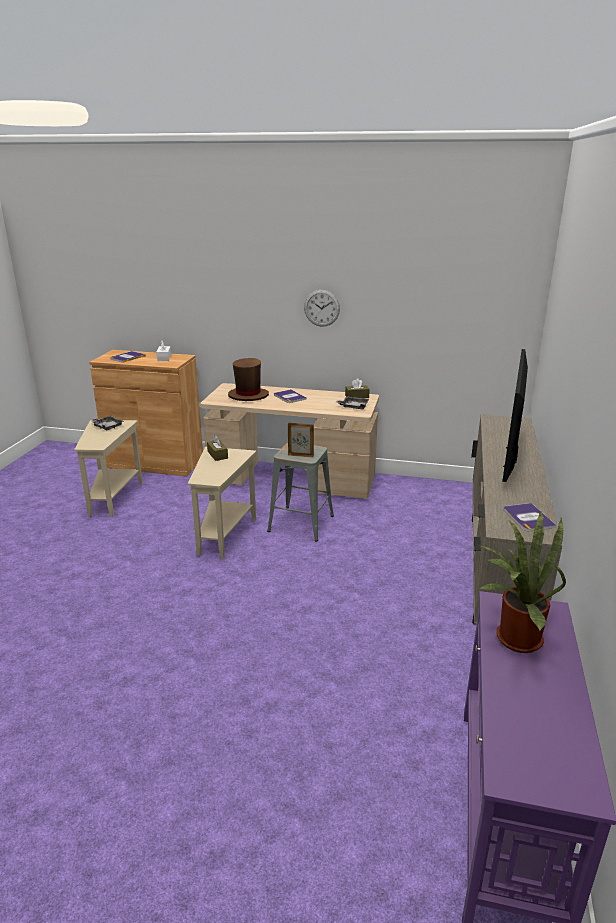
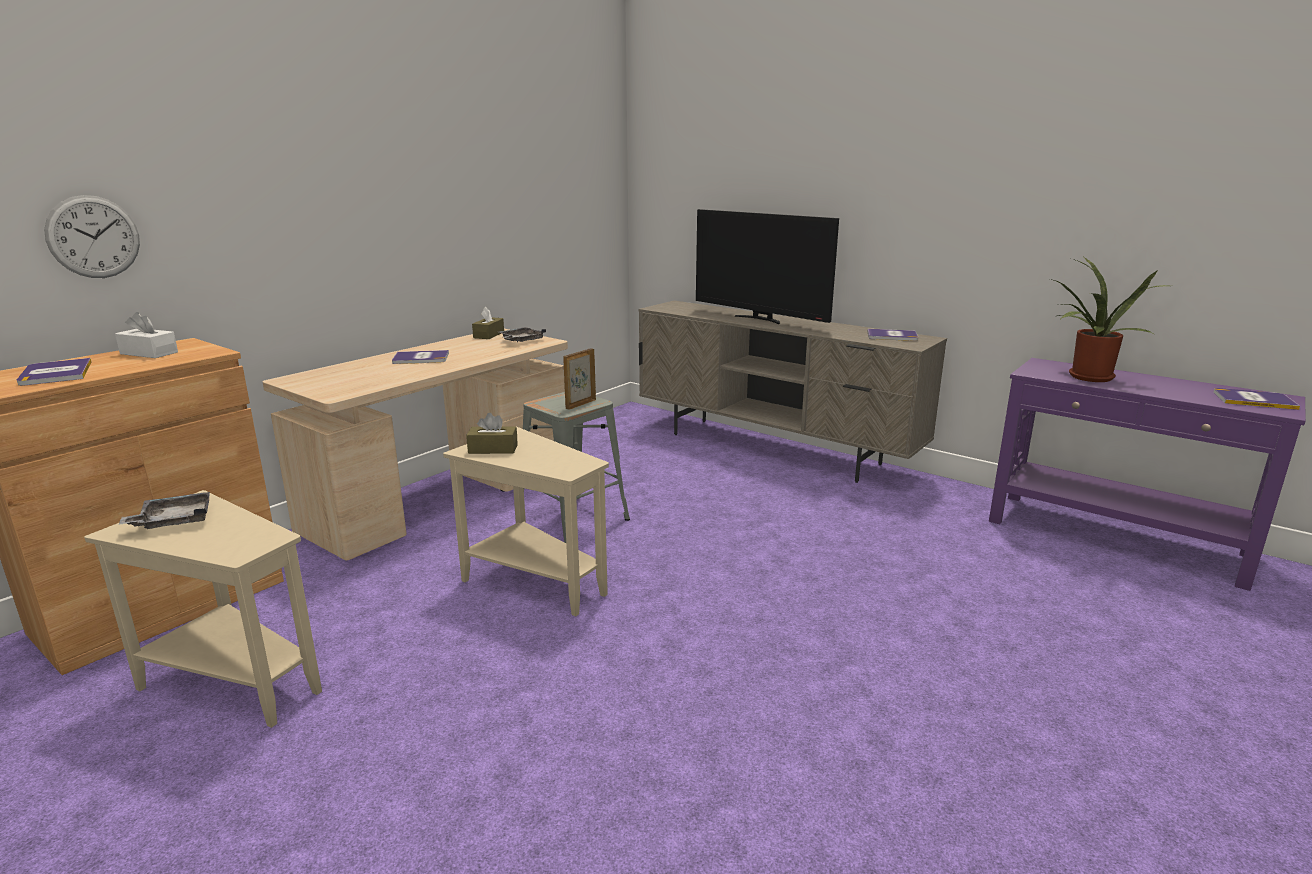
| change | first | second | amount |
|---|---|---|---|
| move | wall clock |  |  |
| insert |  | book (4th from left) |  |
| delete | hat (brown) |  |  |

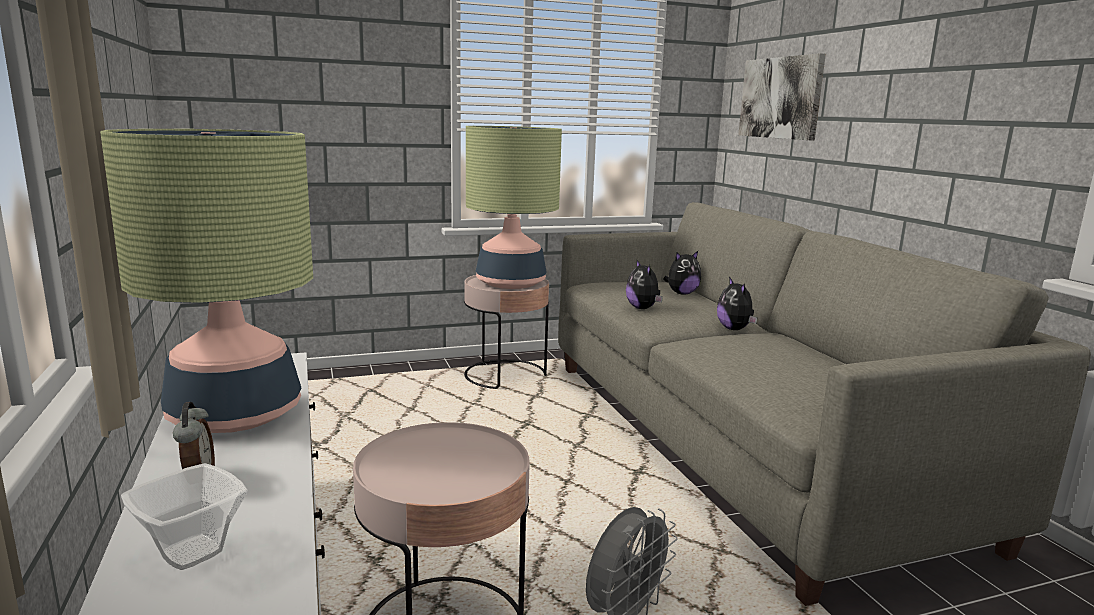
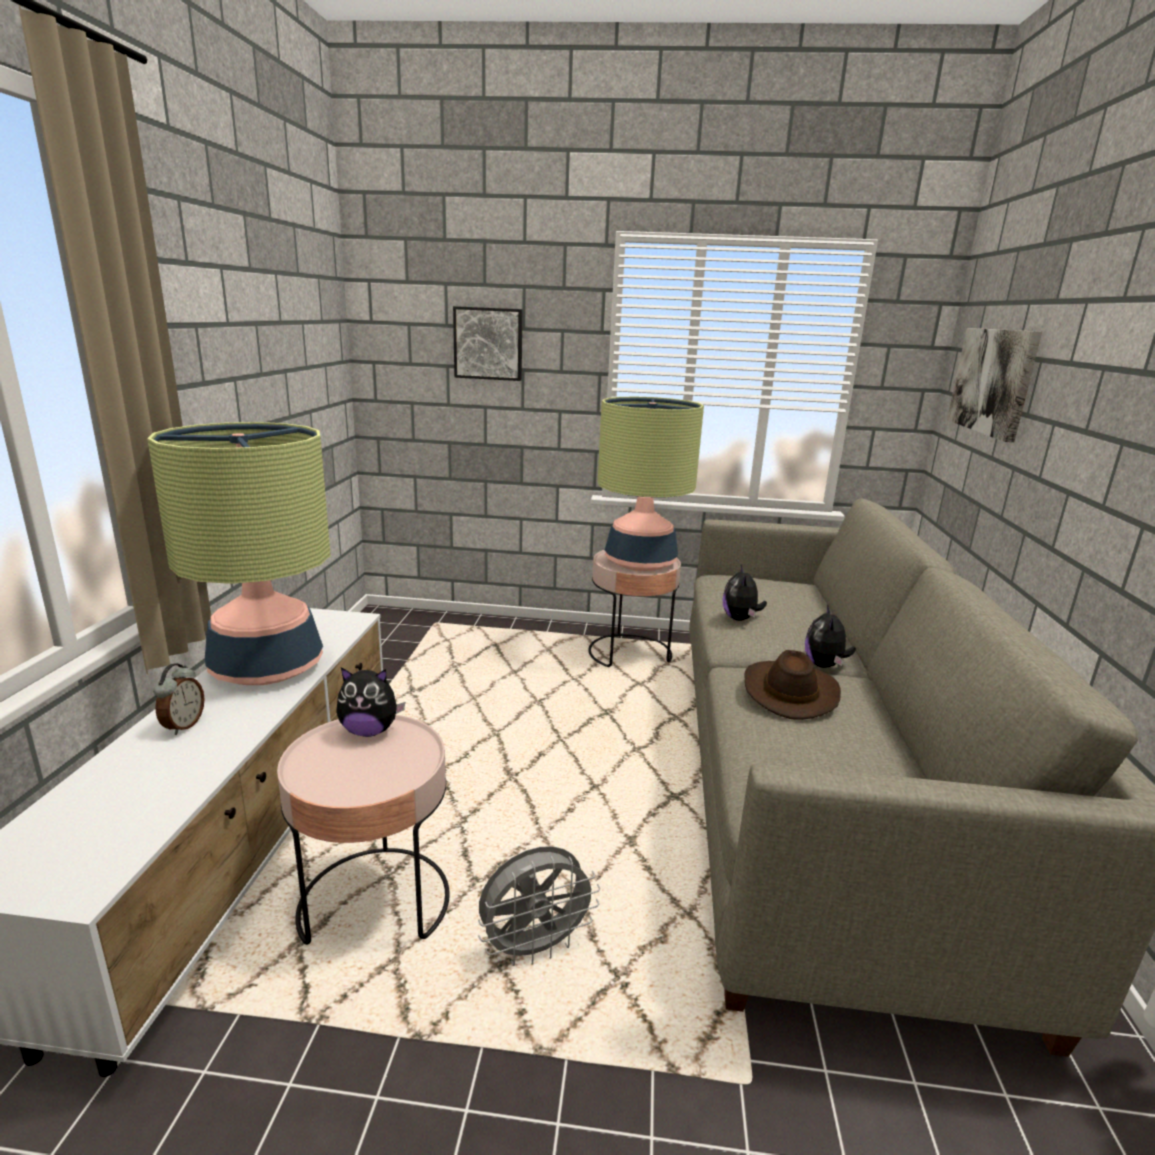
| change | first | second | amount |
|---|---|---|---|
| move | plush toy (2nd from left in the first image) | plush toy (1st from left) |  |
| insert |  | picture (1st from left) |  |
| insert |  | hat (brown) |  |
| delete | bowl |  |  |

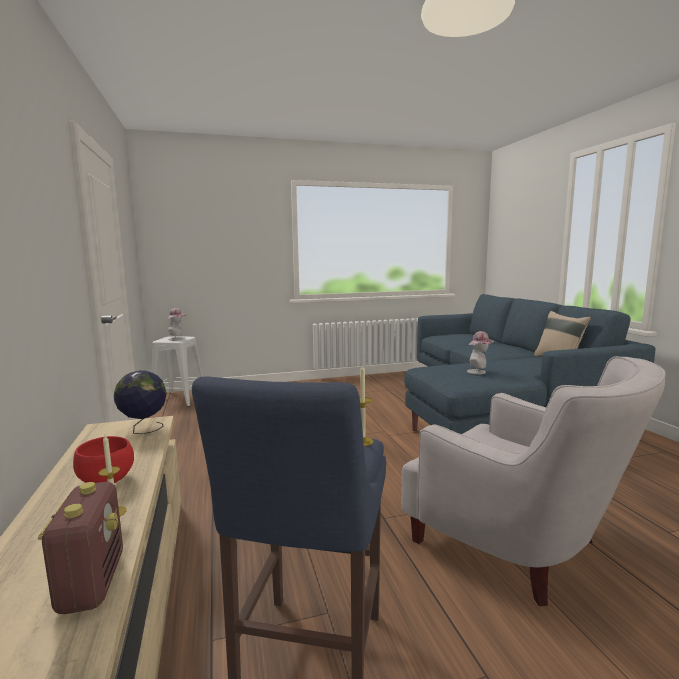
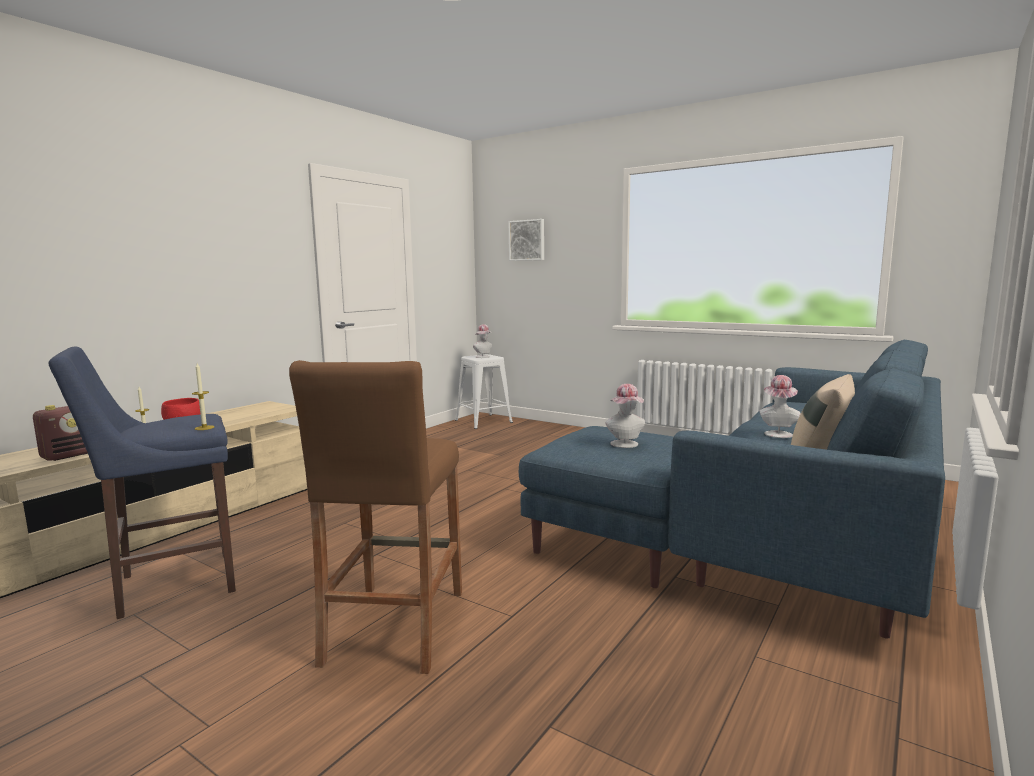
| change | first | second | amount |
|---|---|---|---|
| replace | armchair (white) | stool (brown) |  |
| insert |  | picture |  |
| insert |  | hat (3rd from left) |  |
| delete | globe |  |  |

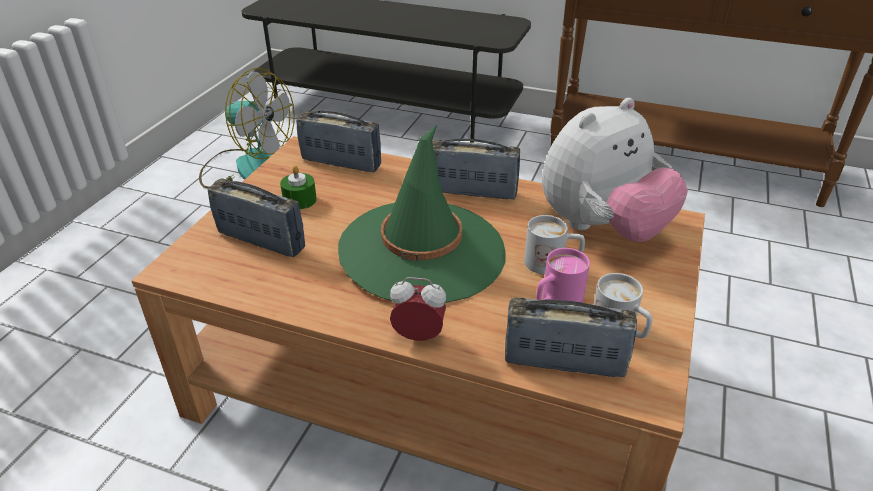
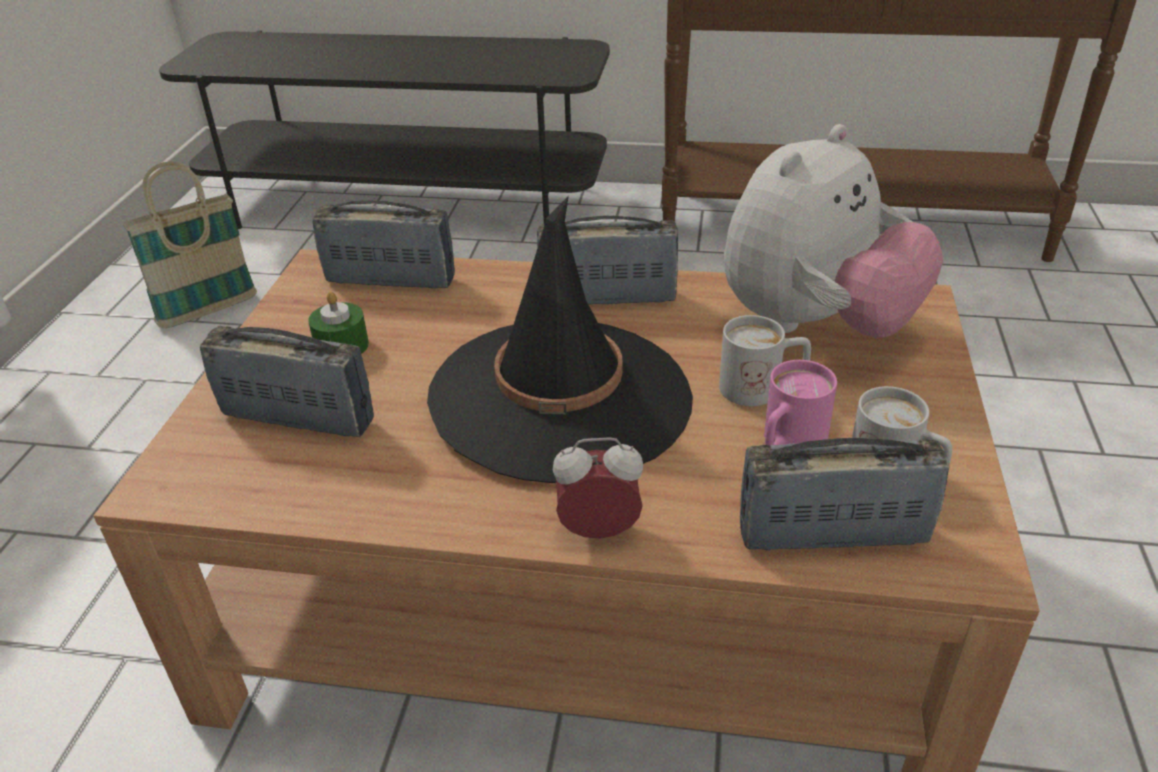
| change | first | second | amount |
|---|---|---|---|
| replace | fan | basket |  |
| recolor | hat (green) | hat (black) |  |

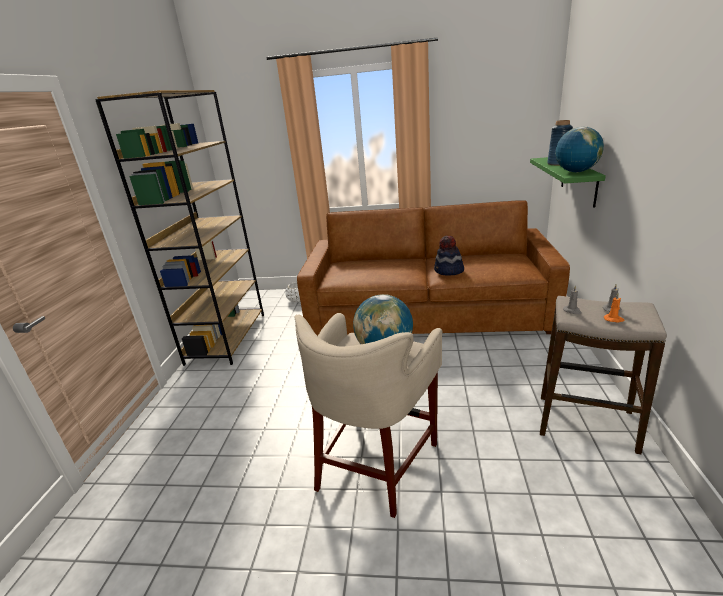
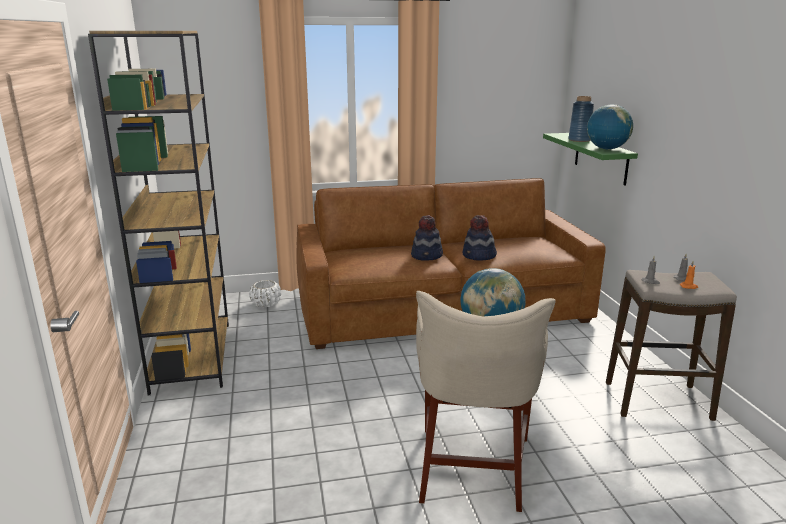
| change | first | second | amount |
|---|---|---|---|
| insert |  | hat (1st from left) |  |

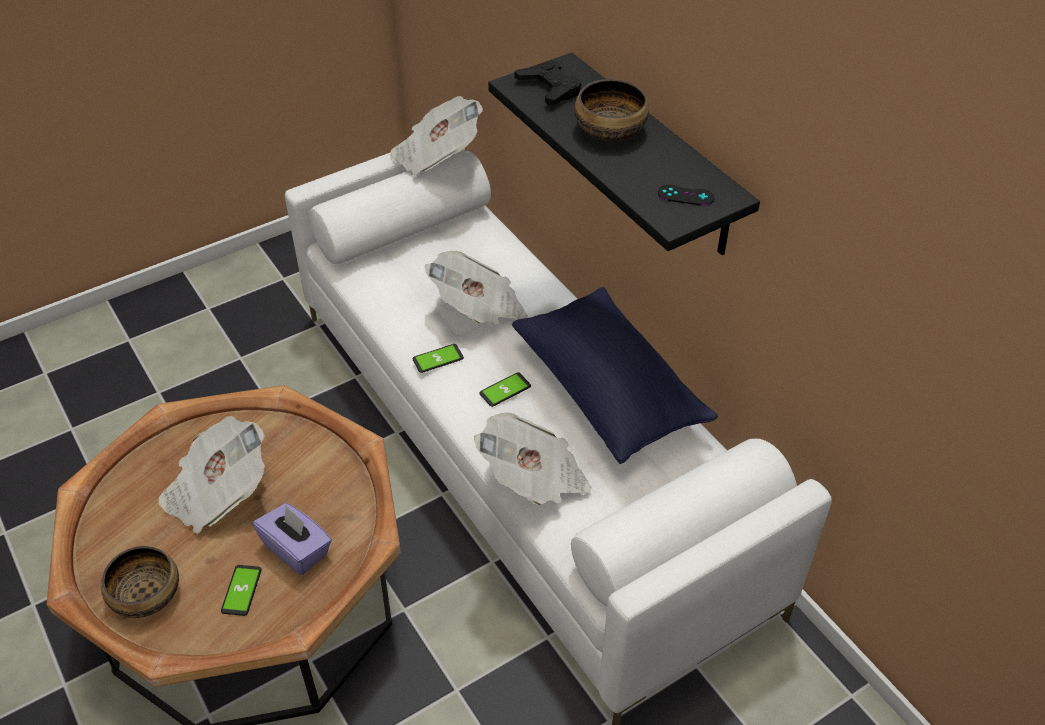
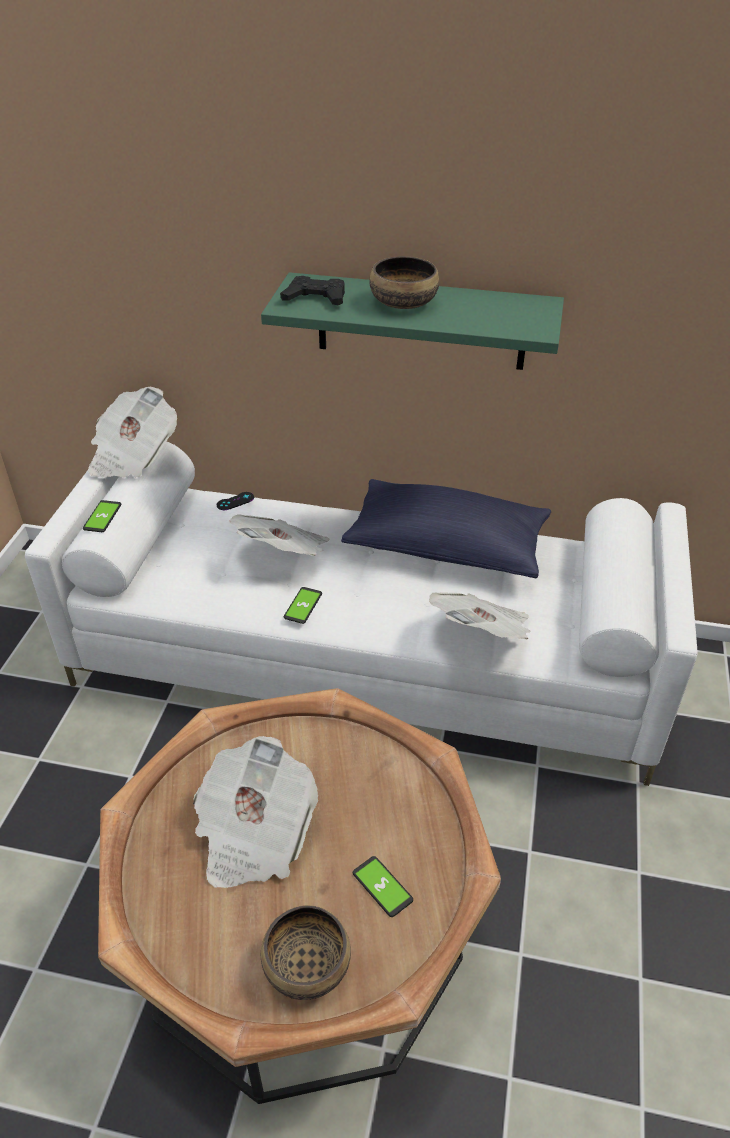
| change | first | second | amount |
|---|---|---|---|
| move | phone (3rd from left in the first image) | phone (1st from left) |  |
| move | game controller (black) (2nd from left in the first image) | game controller (black) (1st from left) |  |
| recolor | shelf (black) | shelf (green) |  |
| delete | tissue box (purple) |  |  |

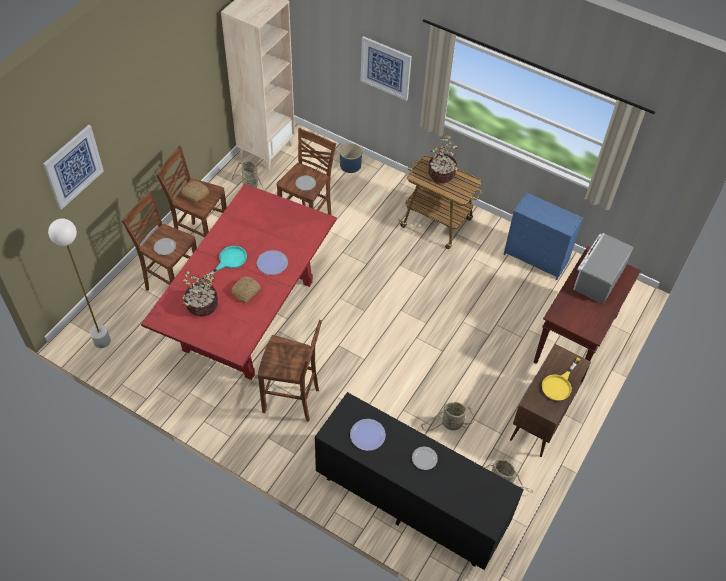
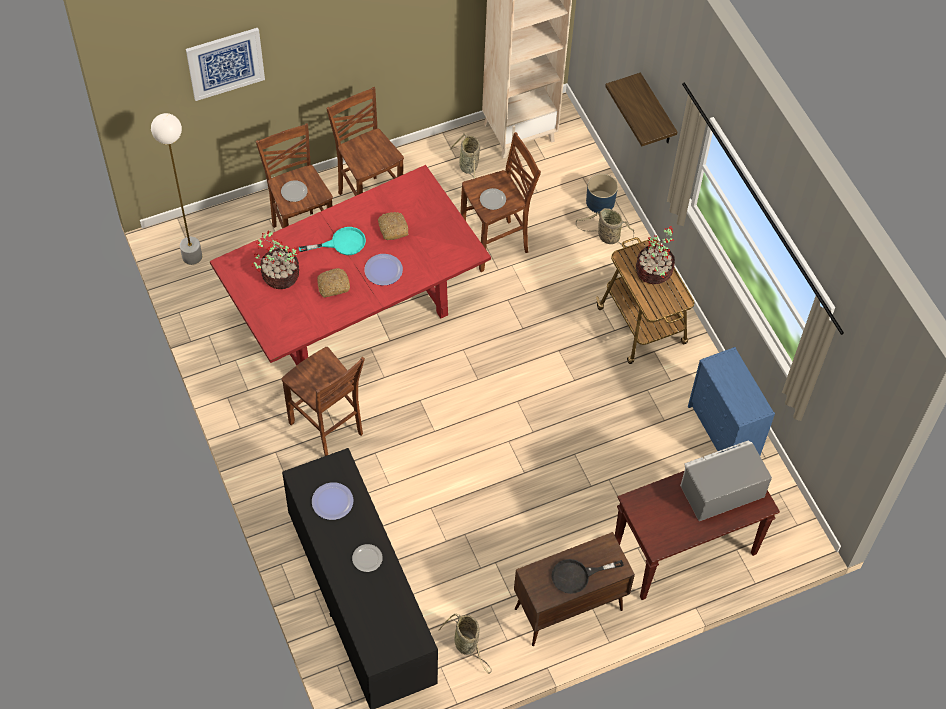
| change | first | second | amount |
|---|---|---|---|
| move | bread (1st from left in the first image) | bread (2nd from left) |  |
| recolor | frying pan (yellow) | frying pan (black) |  |
| move | basket (2nd from left in the first image) | basket (3rd from left) |  |
| replace | picture (2nd from left) | shelf |  |

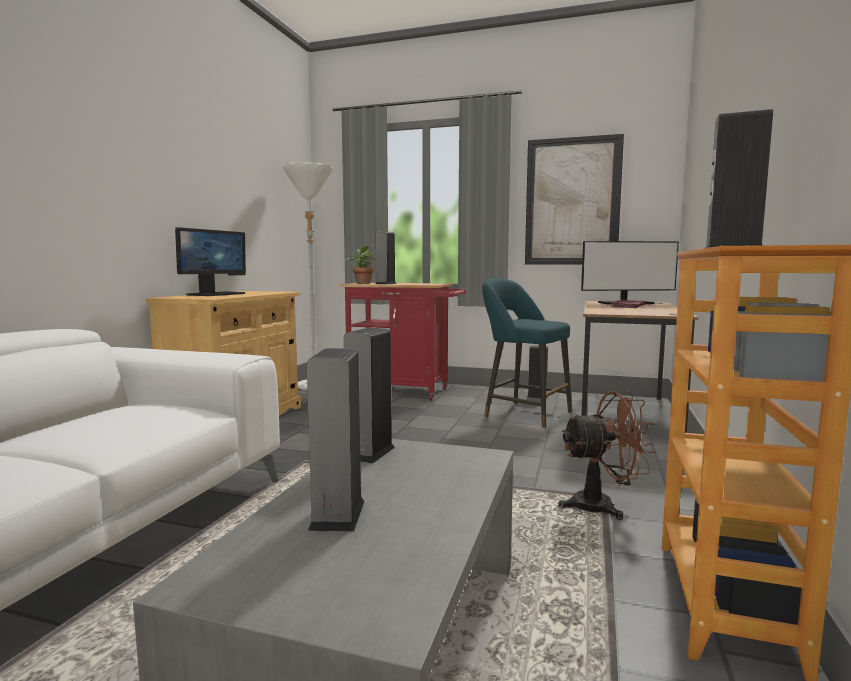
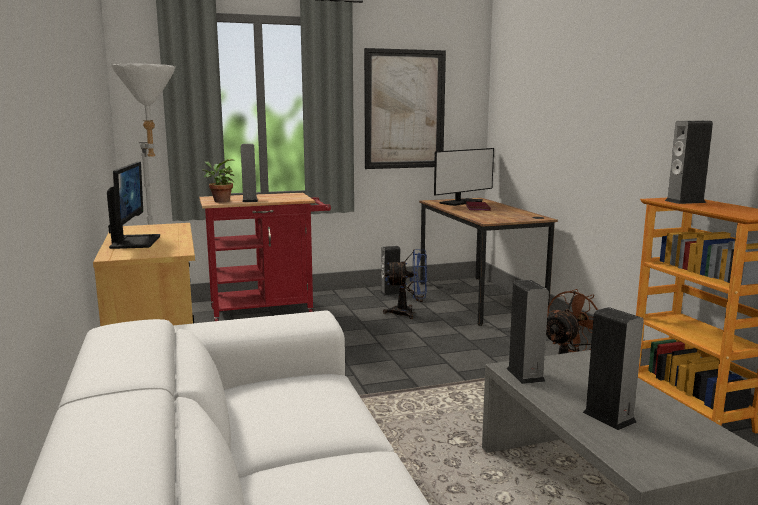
| change | first | second | amount |
|---|---|---|---|
| replace | stool (turquoise) | fan (blue) |  |

